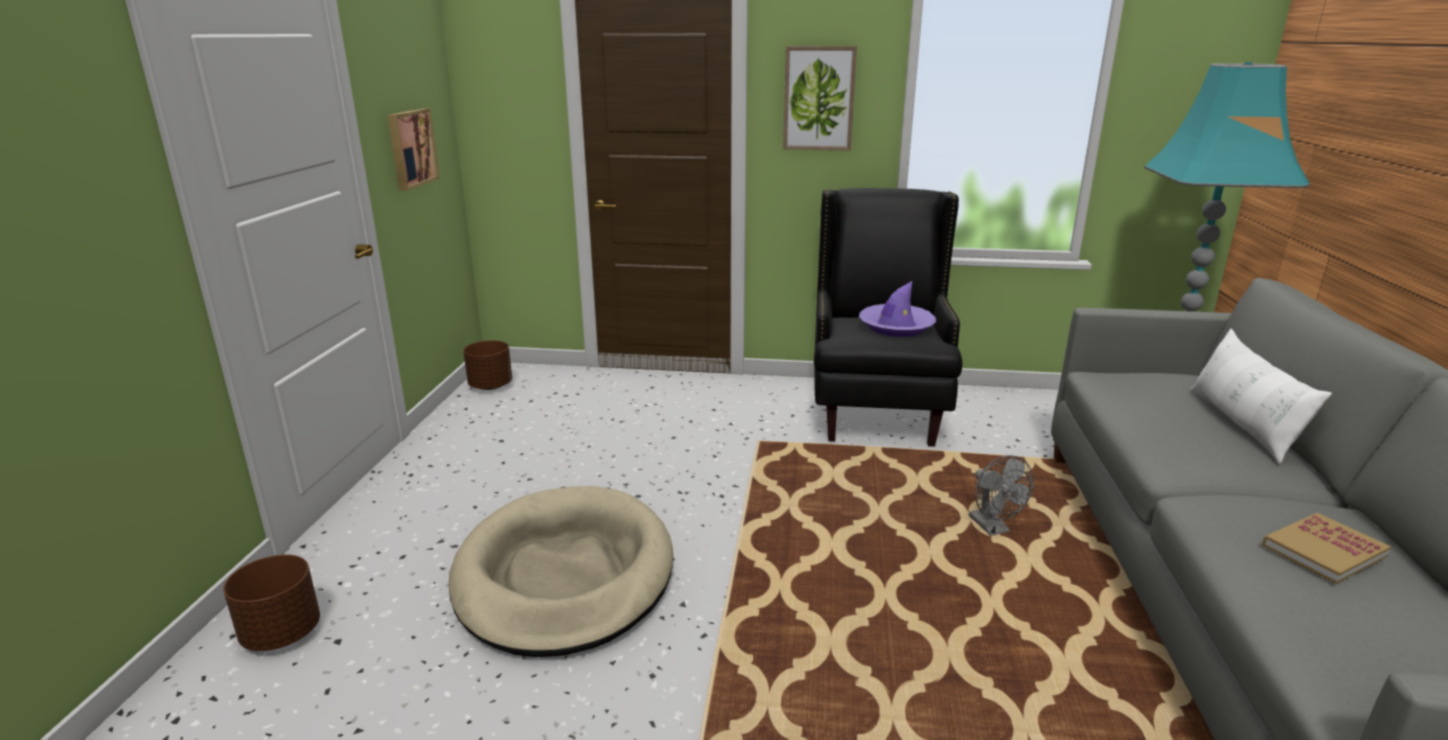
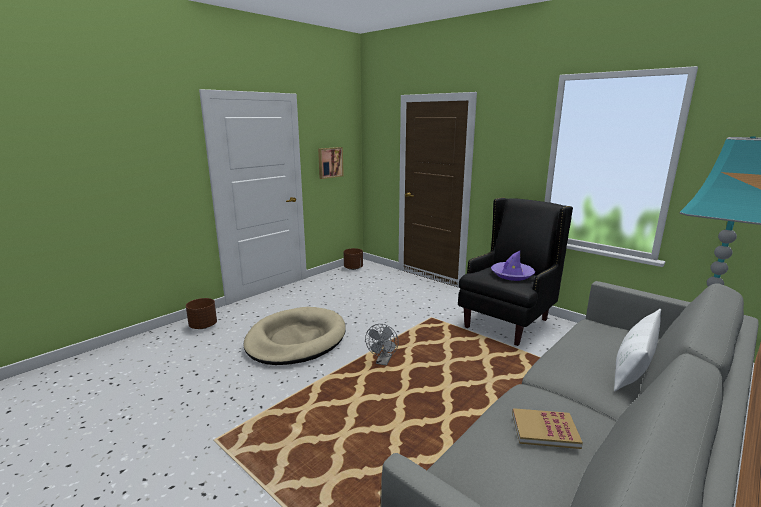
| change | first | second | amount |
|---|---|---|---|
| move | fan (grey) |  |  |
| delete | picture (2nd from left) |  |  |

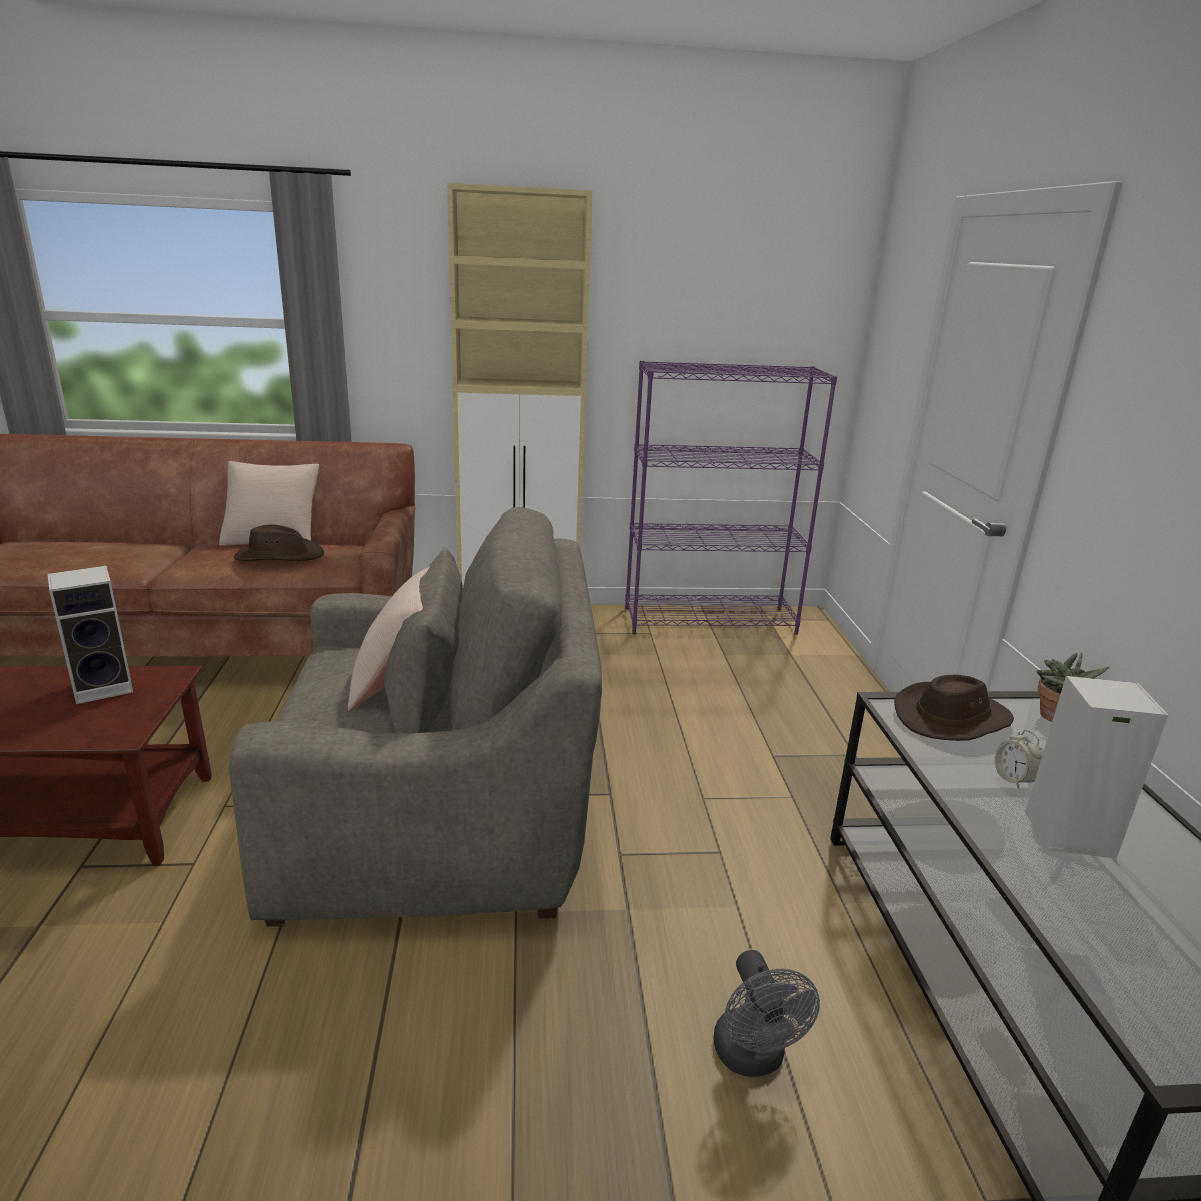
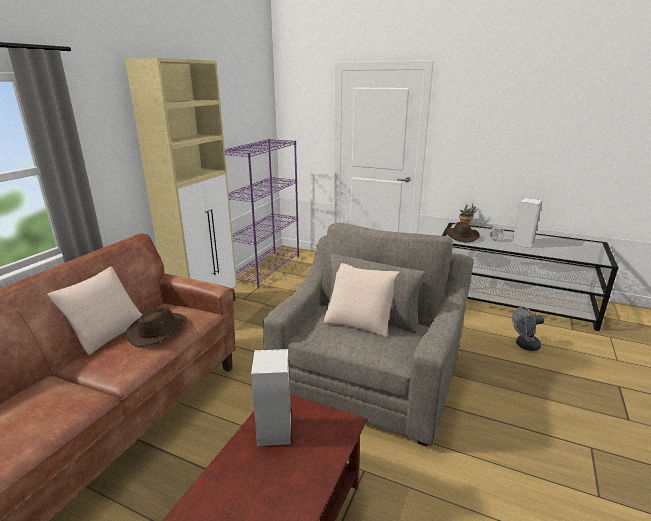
| change | first | second | amount |
|---|---|---|---|
| rotate | fan (grey) |  | 150 degrees clockwise |

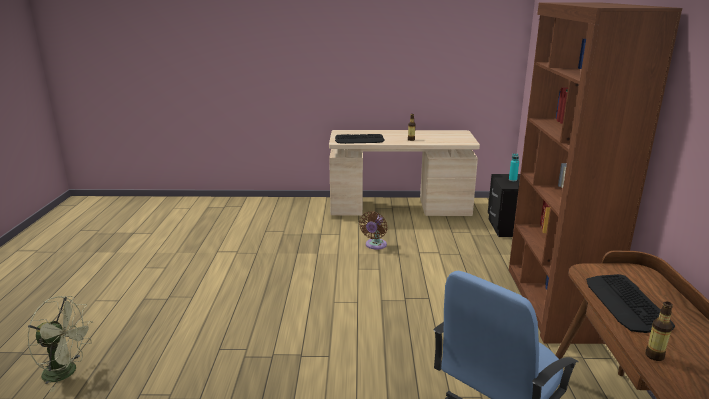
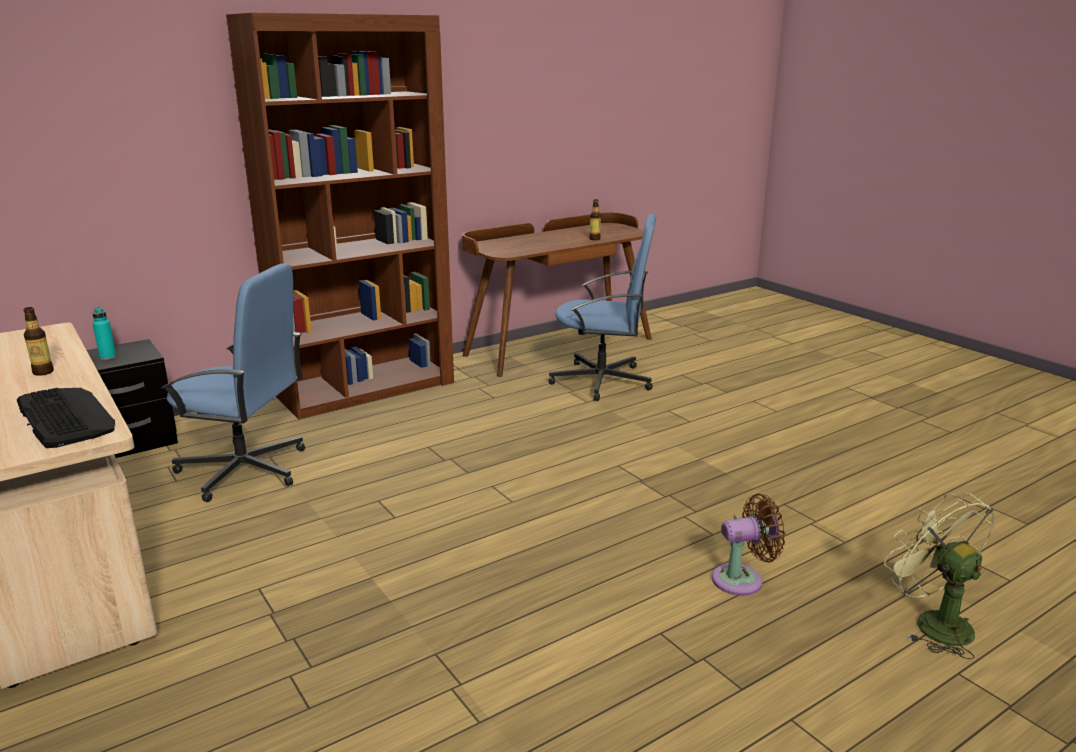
| change | first | second | amount |
|---|---|---|---|
| insert |  | office chair (blue) (1st from left) |  |
| move | fan (brown) |  |  |
| delete | keyboard (2nd from left) |  |  |

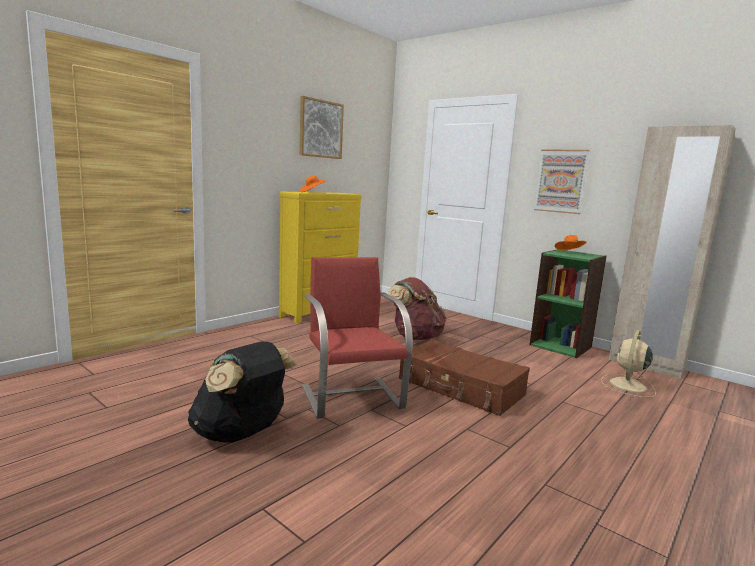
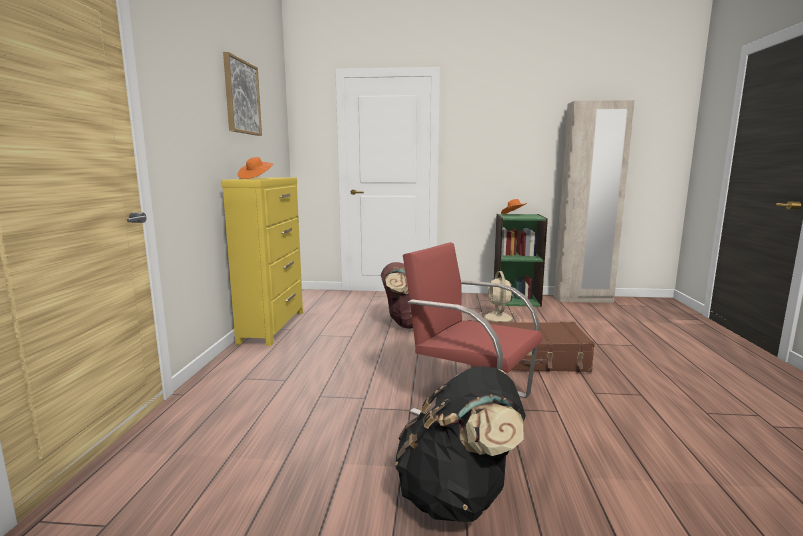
| change | first | second | amount |
|---|---|---|---|
| move | fan (beige) |  |  |
| delete | picture (2nd from left) |  |  |

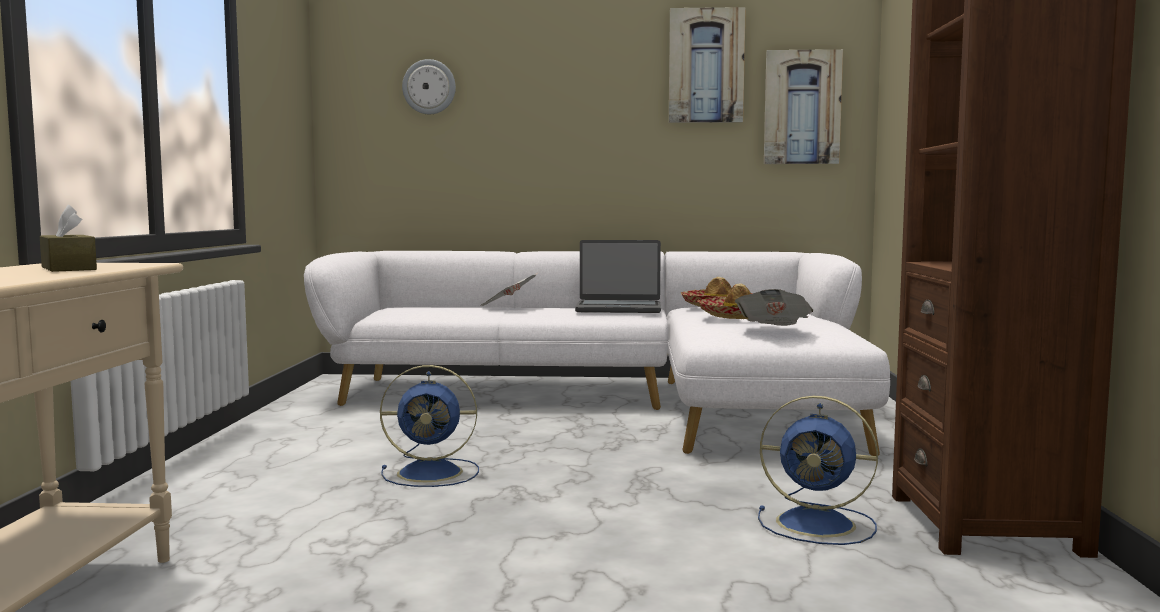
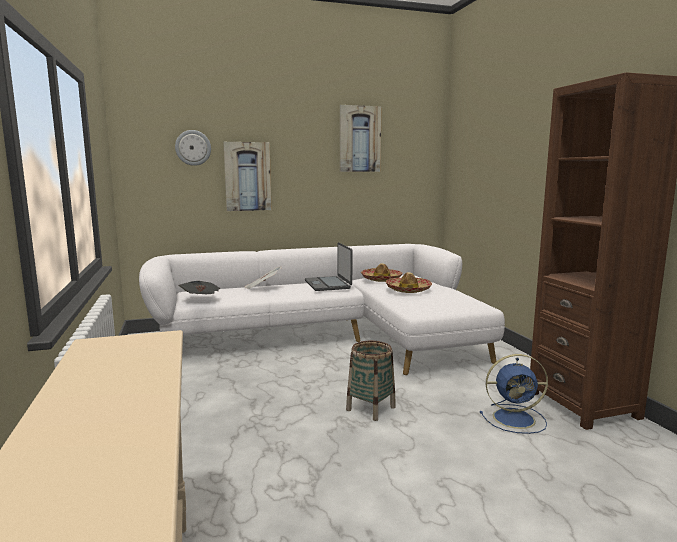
| change | first | second | amount |
|---|---|---|---|
| move | newspaper (2nd from left in the first image) | newspaper (1st from left) |  |
| move | picture (2nd from left in the first image) | picture (1st from left) |  |
| rotate | laptop |  | 90 degrees clockwise |
| insert |  | basket |  |
| delete | tissue box (brown) |  |  |
| delete | fan (blue) (1st from left) |  |  |

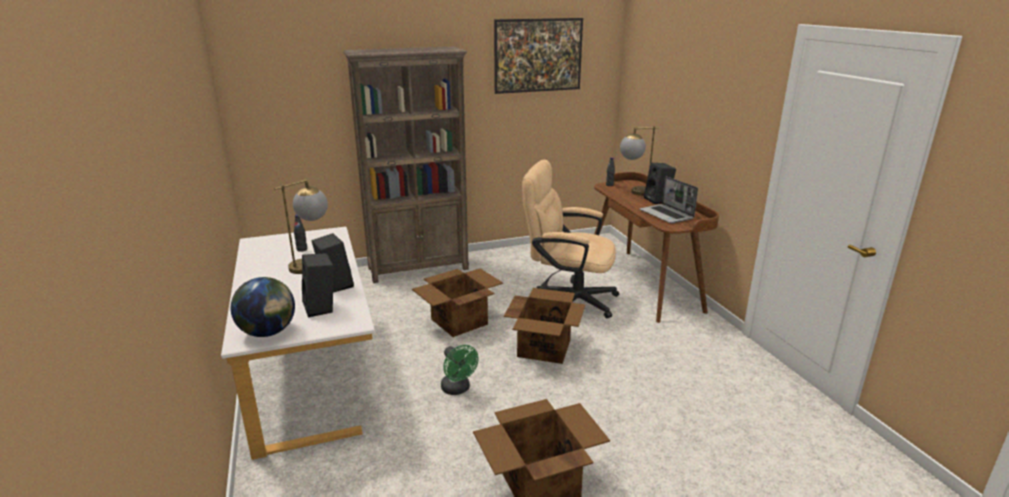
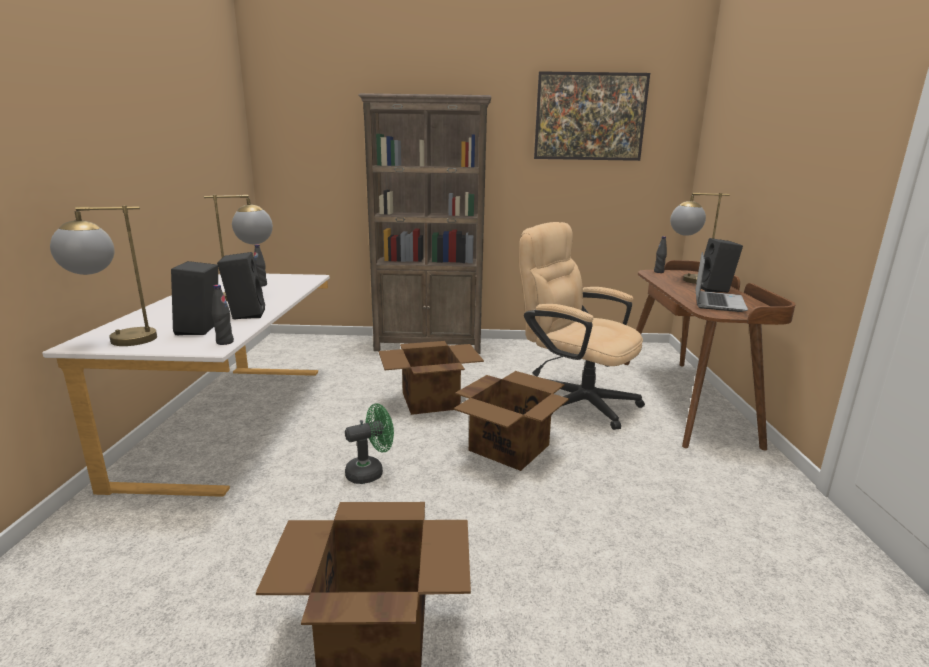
| change | first | second | amount |
|---|---|---|---|
| replace | globe | table lamp (1st from left) |  |
| insert |  | bottle (black) (1st from left) |  |
| rotate | fan (green) |  | 105 degrees counterclockwise |
| rotate | laptop |  | 150 degrees counterclockwise |

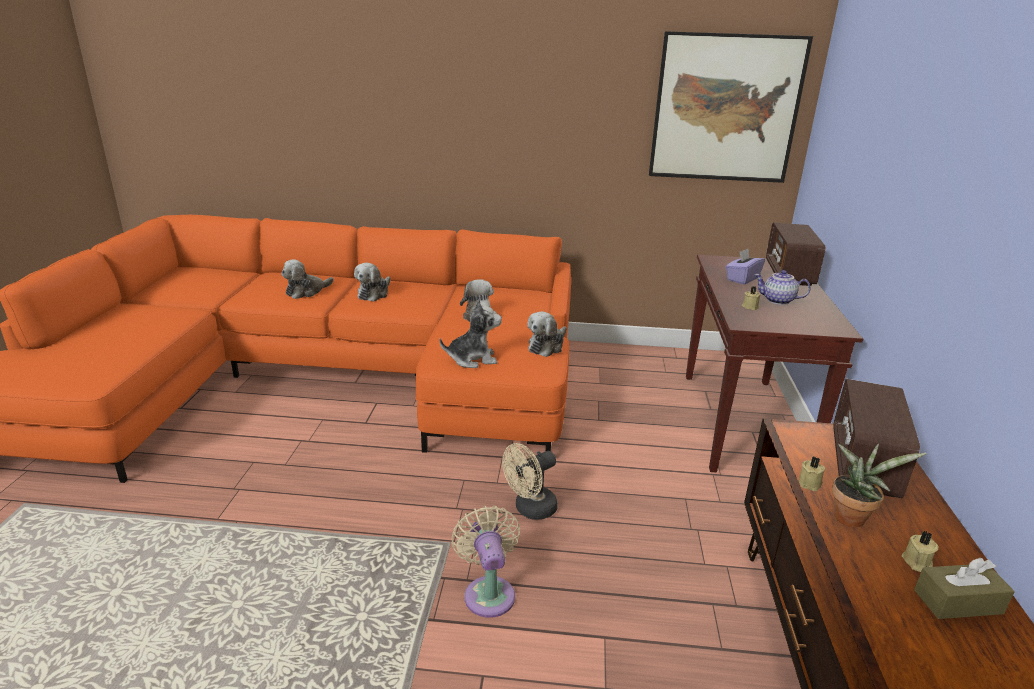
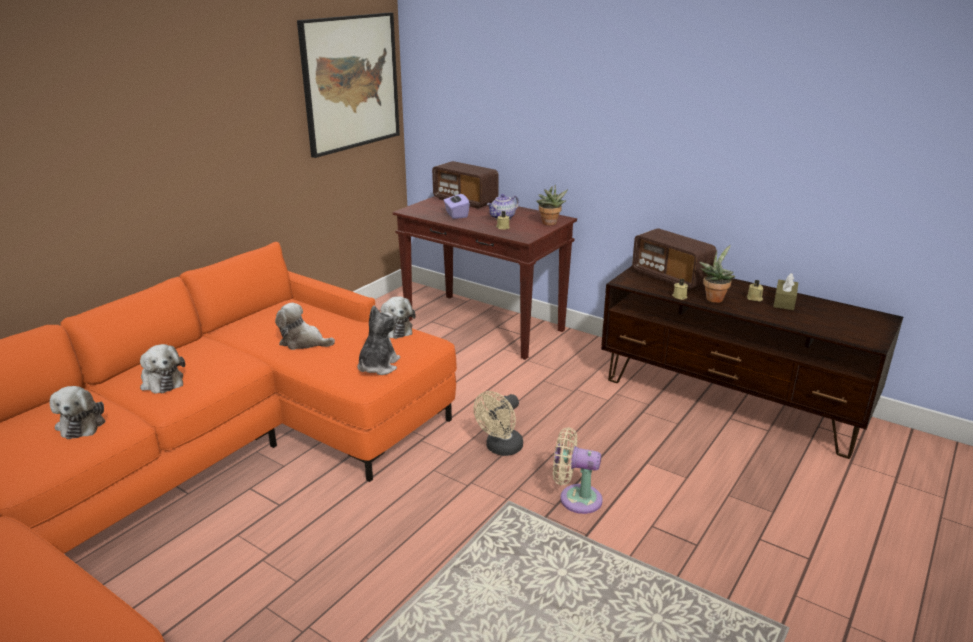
| change | first | second | amount |
|---|---|---|---|
| rotate | fan (beige) (2nd from left in the first image) | fan (beige) (1st from left) | 45 degrees clockwise |
| insert |  | potted plant (1st from left) |  |

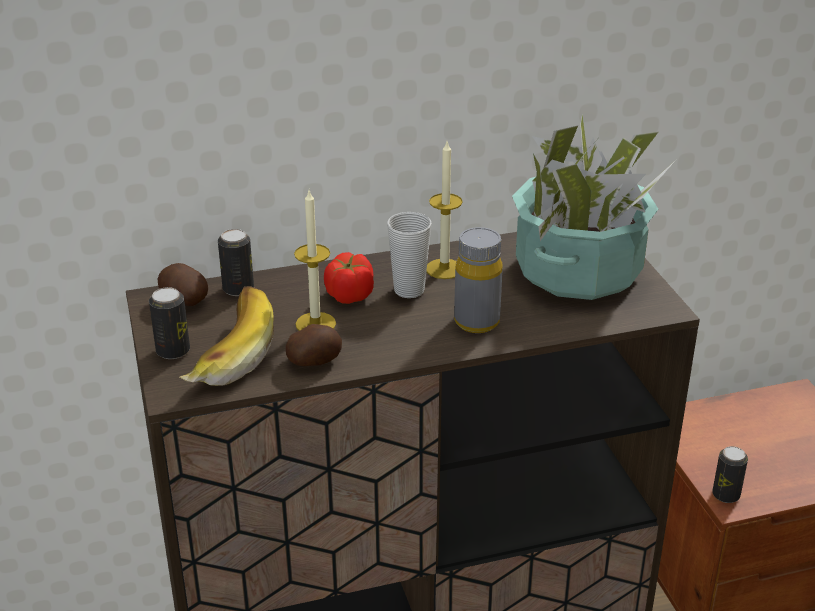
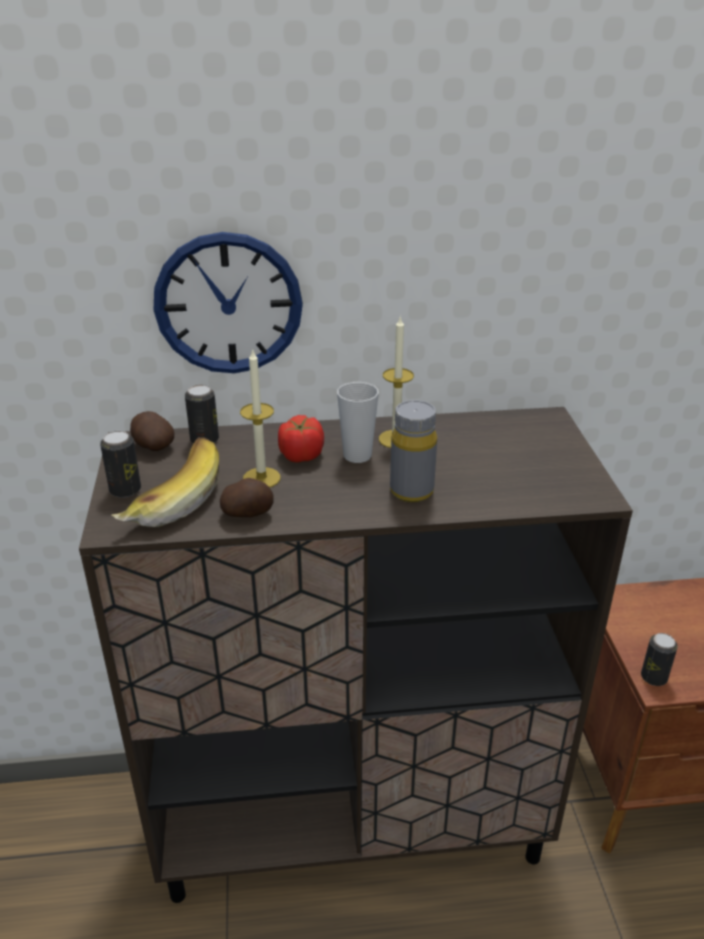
| change | first | second | amount |
|---|---|---|---|
| insert |  | wall clock |  |
| delete | potted plant |  |  |

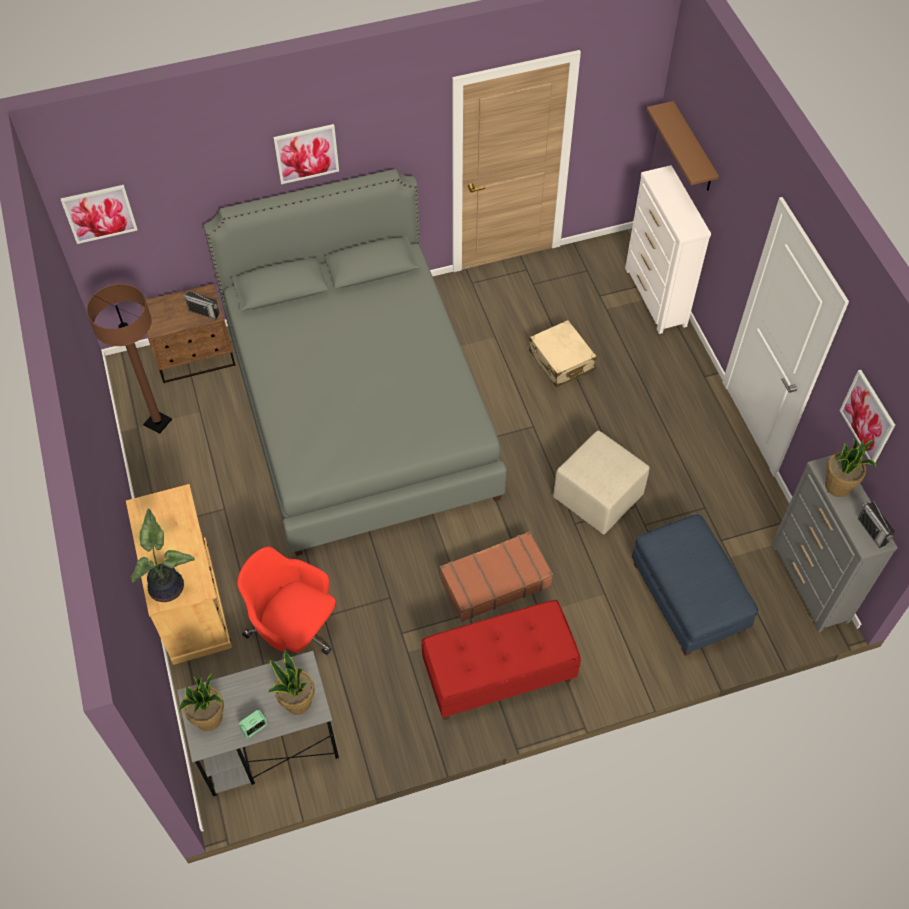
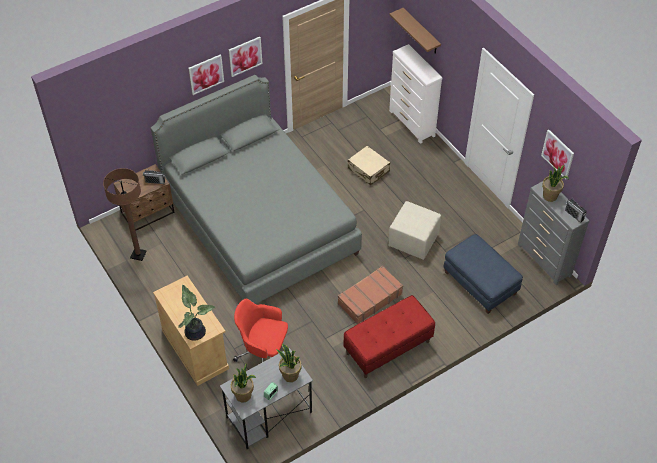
| change | first | second | amount |
|---|---|---|---|
| move | picture (1st from left in the first image) | picture (2nd from left) |  |

